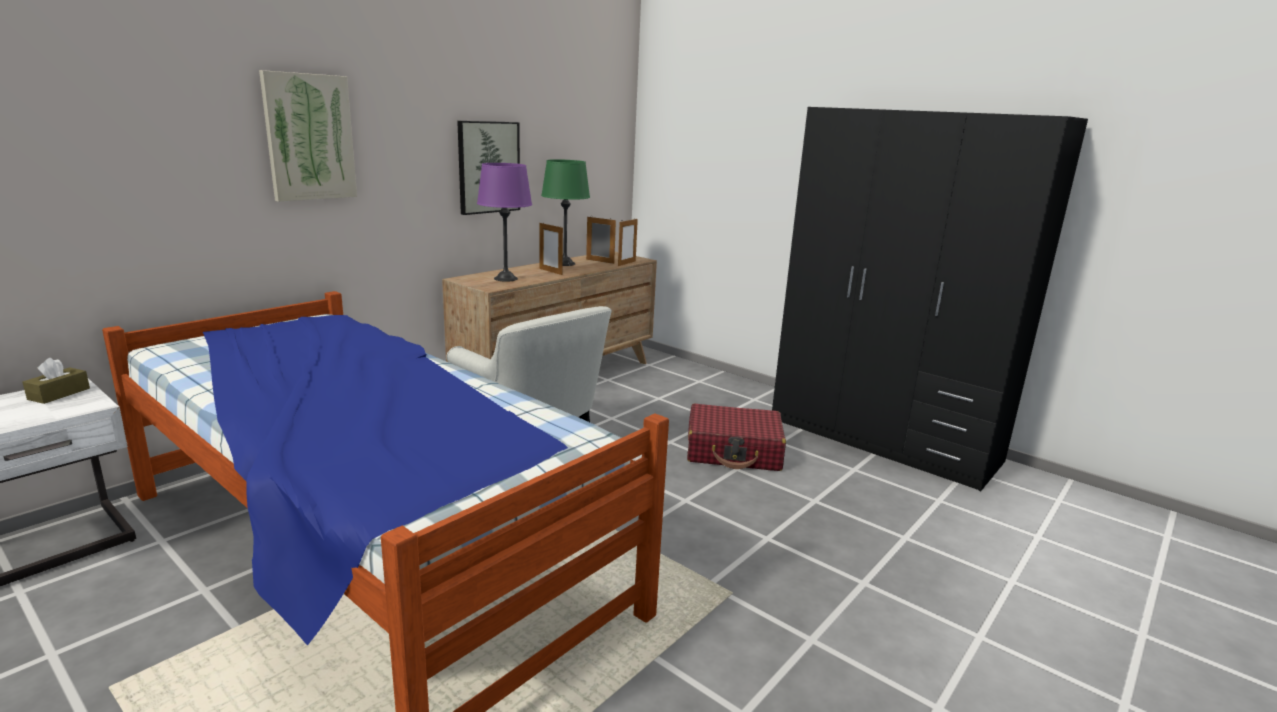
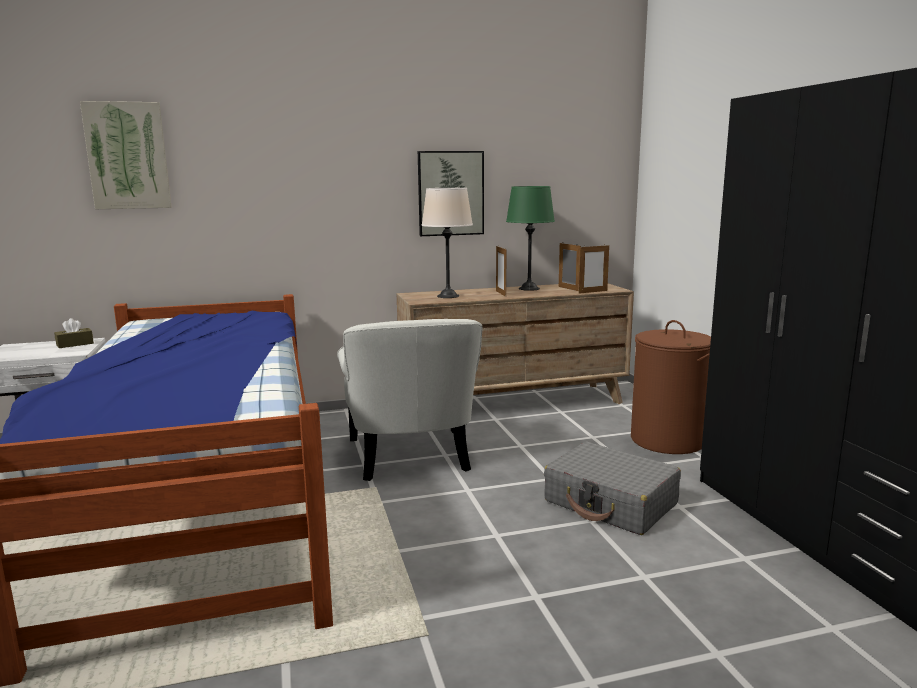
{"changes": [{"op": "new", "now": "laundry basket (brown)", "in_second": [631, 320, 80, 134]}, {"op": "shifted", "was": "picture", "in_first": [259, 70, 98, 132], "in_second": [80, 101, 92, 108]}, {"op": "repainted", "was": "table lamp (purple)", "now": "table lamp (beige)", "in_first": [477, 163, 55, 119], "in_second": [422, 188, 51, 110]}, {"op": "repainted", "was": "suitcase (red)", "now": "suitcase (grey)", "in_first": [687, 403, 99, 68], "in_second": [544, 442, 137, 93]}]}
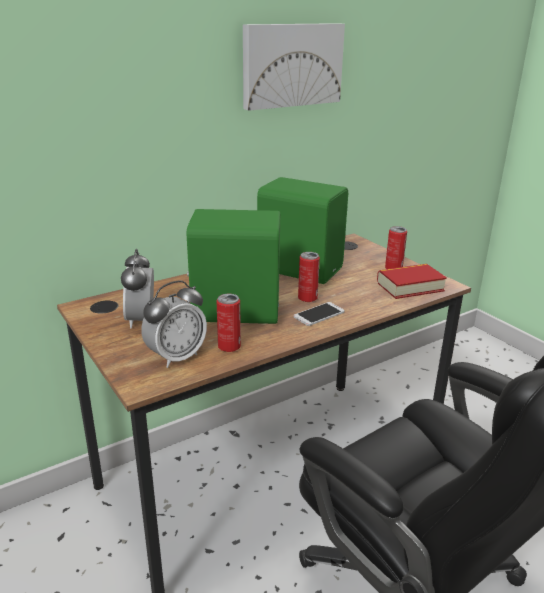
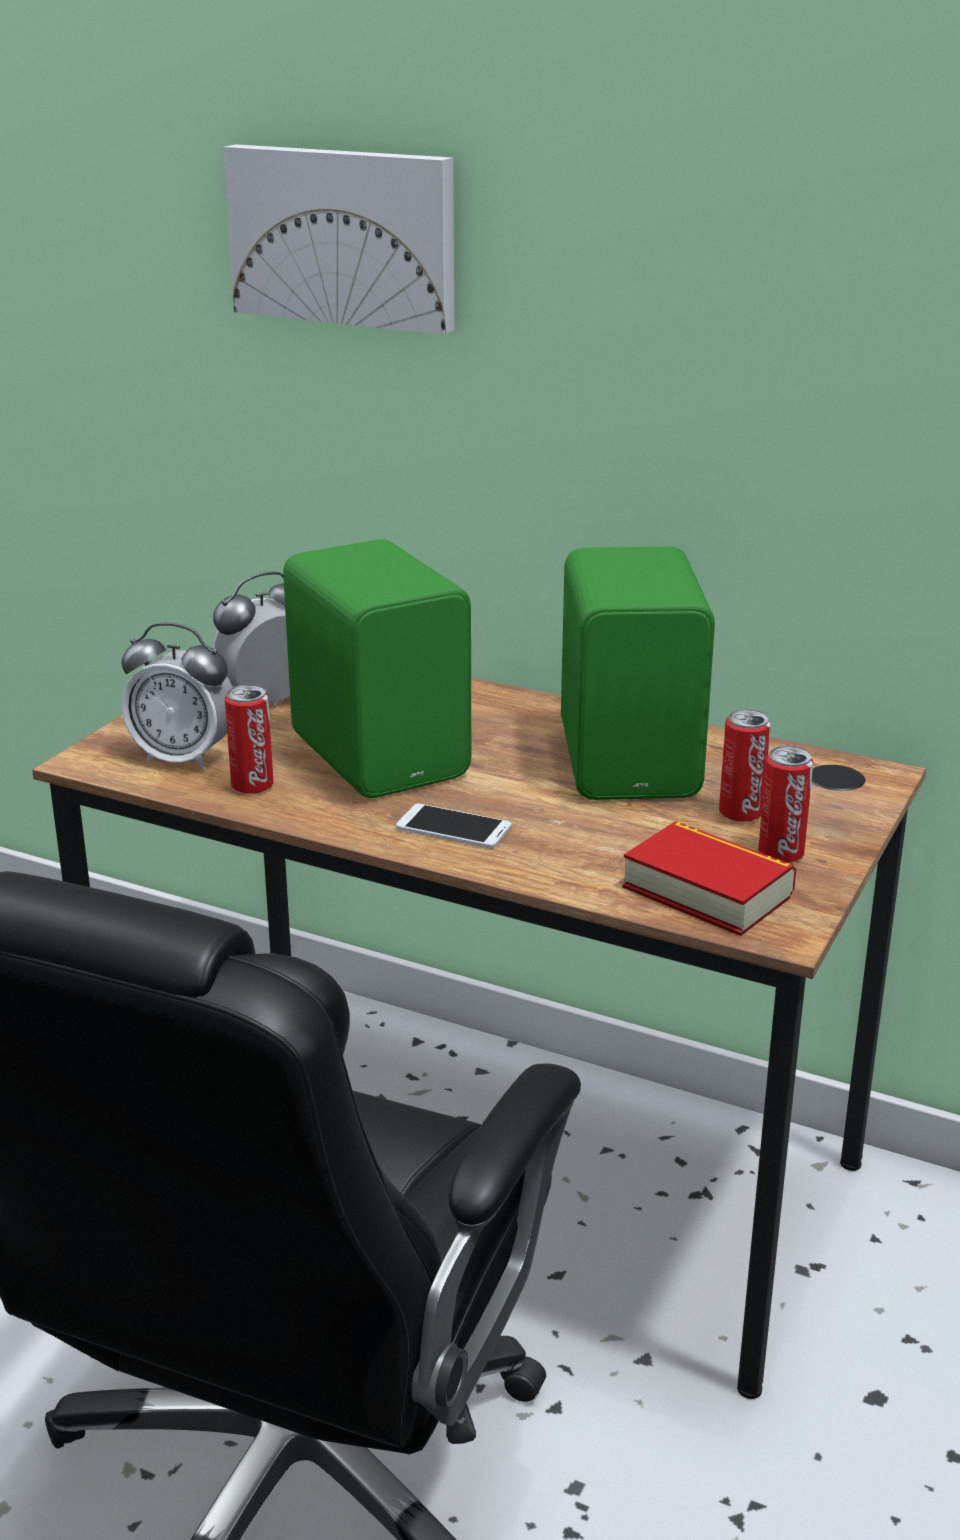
{"changes": [{"op": "shifted", "was": "picture", "in_first": [243, 23, 102, 88], "in_second": [223, 144, 231, 191]}, {"op": "shifted", "was": "can", "in_first": [298, 252, 22, 50], "in_second": [719, 709, 52, 113]}]}
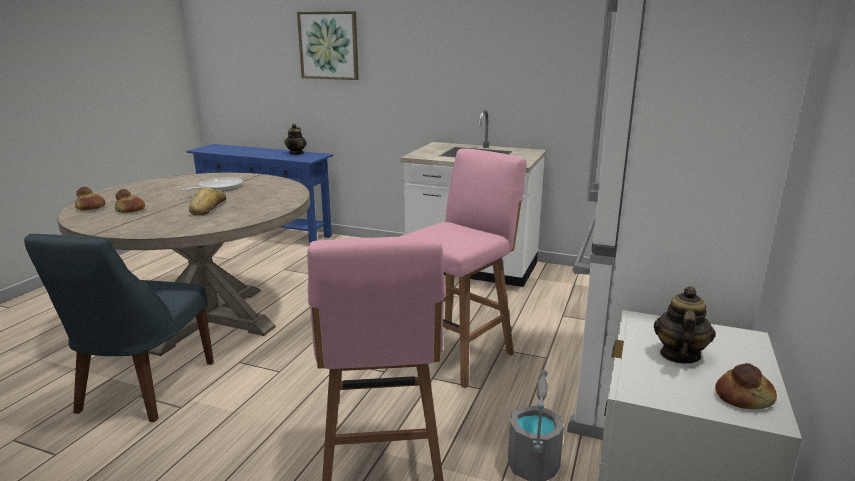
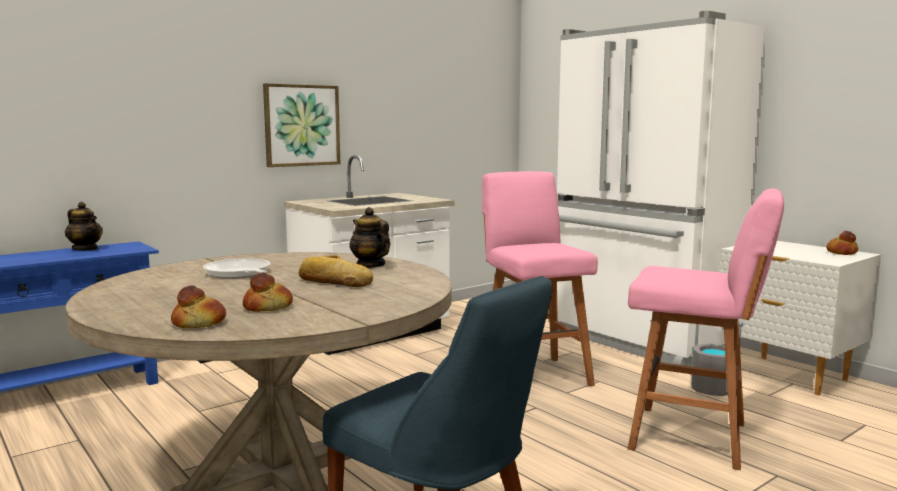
{"changes": [{"op": "shifted", "was": "picture", "in_first": [297, 11, 62, 69], "in_second": [263, 83, 77, 84]}, {"op": "shifted", "was": "teapot", "in_first": [654, 286, 62, 78], "in_second": [350, 207, 40, 61]}]}
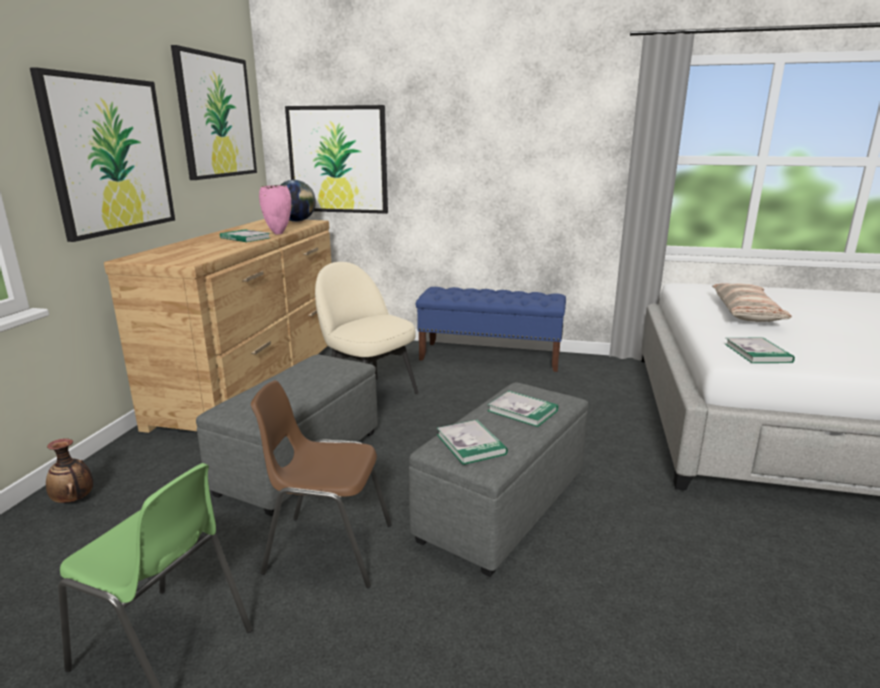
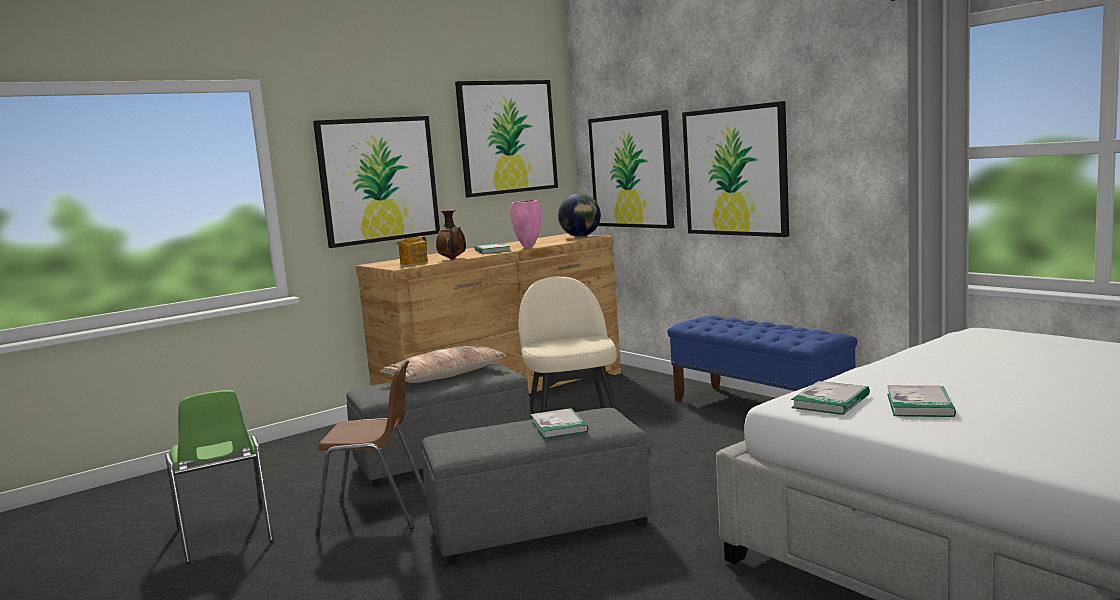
{"changes": [{"op": "new", "now": "teapot", "in_second": [397, 236, 31, 29]}, {"op": "new", "now": "picture", "in_second": [682, 101, 107, 136]}, {"op": "shifted", "was": "vase", "in_first": [46, 438, 47, 65], "in_second": [436, 210, 30, 50]}, {"op": "shifted", "was": "book", "in_first": [437, 420, 71, 45], "in_second": [887, 386, 69, 31]}, {"op": "shifted", "was": "pillow", "in_first": [712, 283, 80, 39], "in_second": [380, 346, 126, 37]}, {"op": "rotated", "was": "chair (brown)", "in_first": [251, 380, 141, 208], "in_second": [315, 360, 111, 176], "clockwise": 135}]}
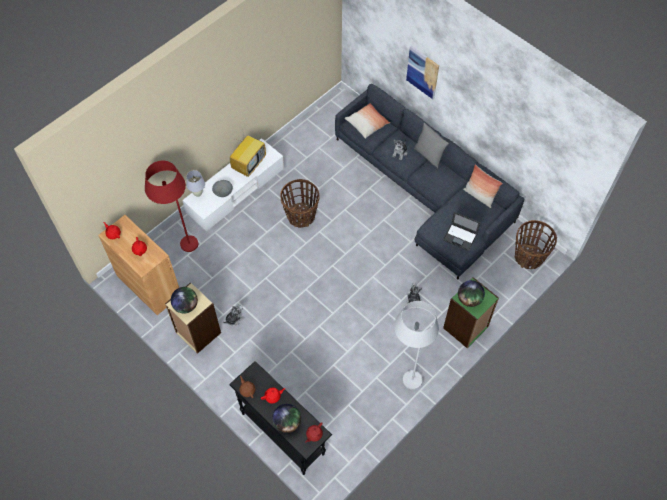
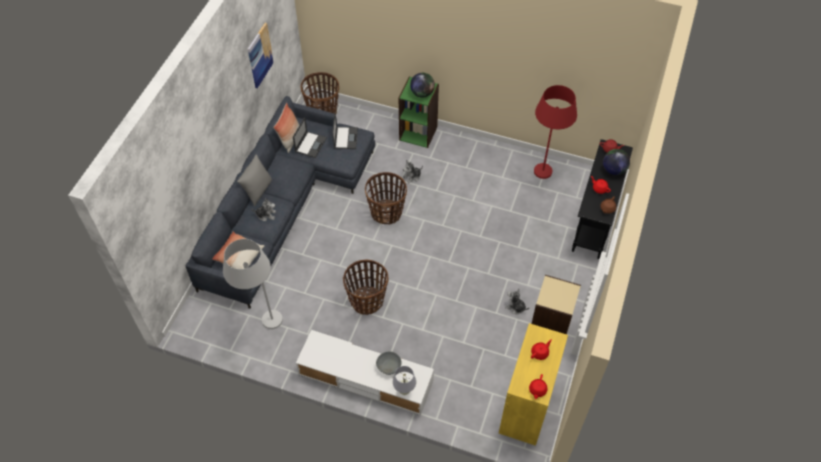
{"changes": [{"op": "gone", "was": "globe", "in_first": [171, 287, 27, 27]}, {"op": "gone", "was": "television", "in_first": [230, 135, 36, 42]}, {"op": "new", "now": "laptop", "in_second": [293, 117, 34, 41]}, {"op": "new", "now": "basket", "in_second": [365, 172, 42, 53]}, {"op": "shifted", "was": "floor lamp (red)", "in_first": [145, 161, 53, 91], "in_second": [534, 85, 43, 94]}, {"op": "shifted", "was": "floor lamp (white)", "in_first": [394, 301, 45, 89], "in_second": [223, 239, 60, 90]}, {"op": "shifted", "was": "picture", "in_first": [406, 46, 33, 53], "in_second": [248, 23, 26, 65]}, {"op": "repainted", "was": "cabinet (brown)", "now": "cabinet (yellow)", "in_first": [98, 215, 81, 100], "in_second": [499, 323, 69, 123]}]}
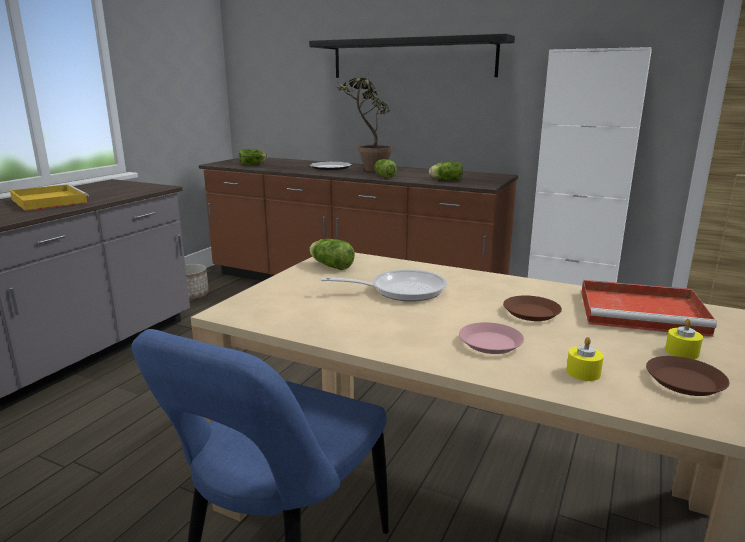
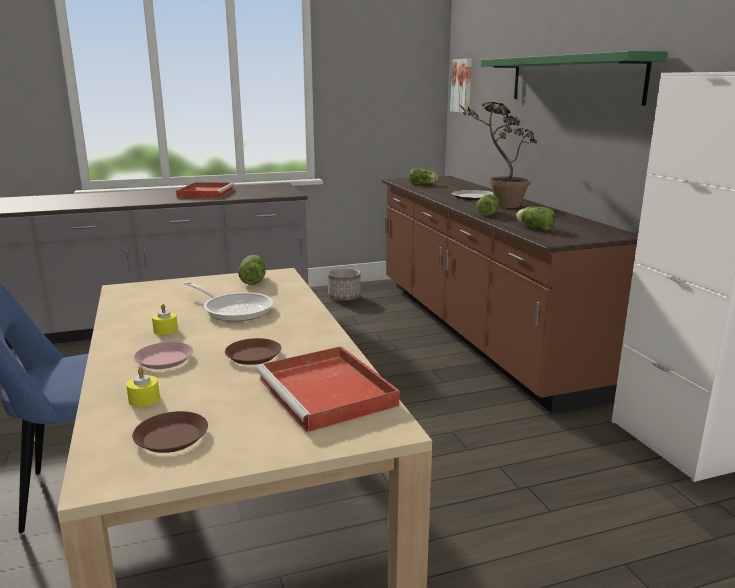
{"changes": [{"op": "new", "now": "picture", "in_second": [450, 59, 22, 54]}, {"op": "shifted", "was": "candle (yellow)", "in_first": [665, 319, 38, 40], "in_second": [152, 304, 26, 31]}, {"op": "repainted", "was": "tray (yellow)", "now": "tray (red)", "in_first": [10, 184, 79, 27], "in_second": [176, 182, 58, 17]}, {"op": "repainted", "was": "shelf (black)", "now": "shelf (green)", "in_first": [309, 34, 206, 44], "in_second": [481, 51, 186, 55]}]}
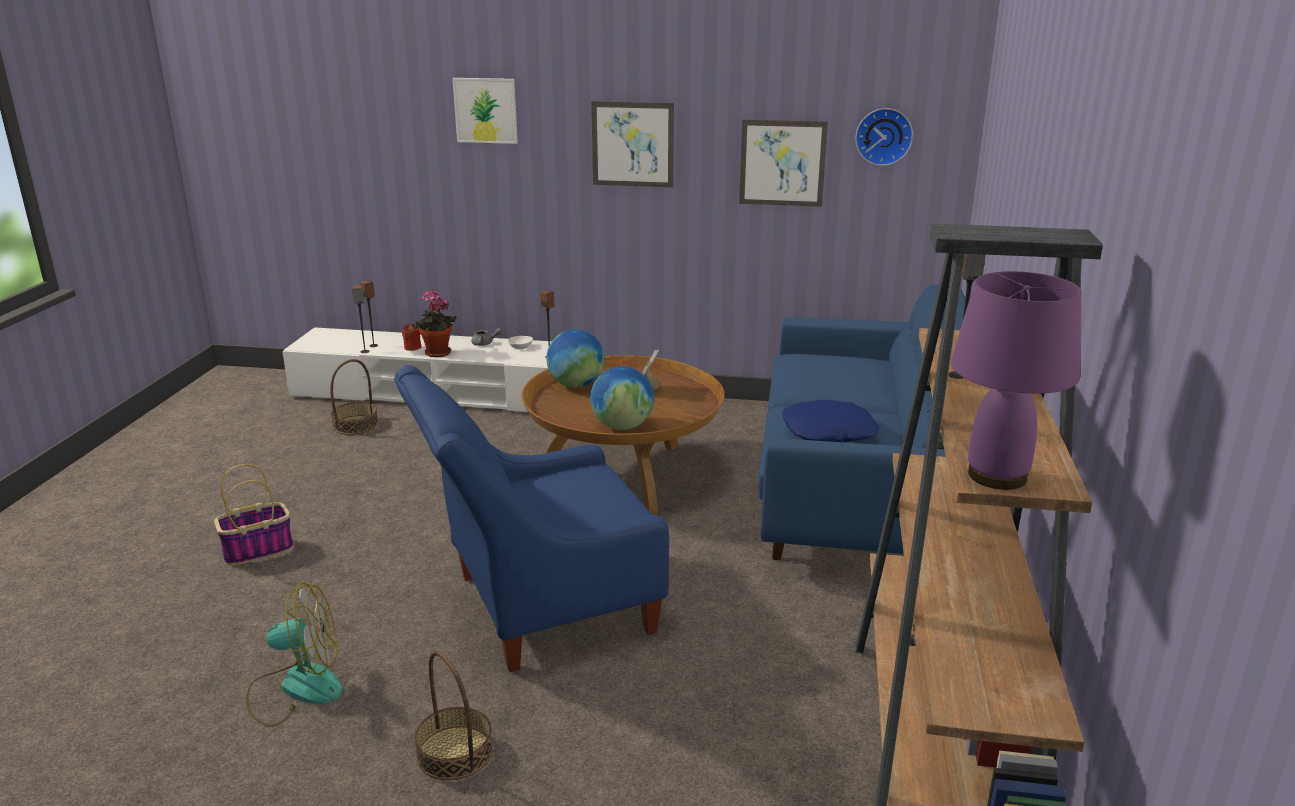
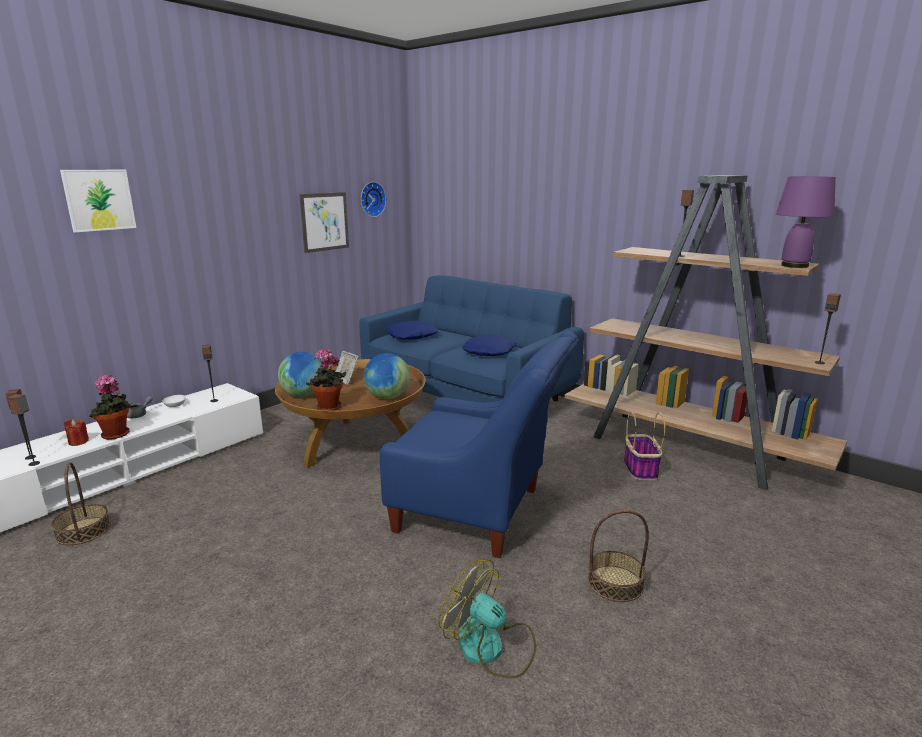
{"changes": [{"op": "gone", "was": "picture", "in_first": [591, 101, 83, 86]}, {"op": "new", "now": "potted plant", "in_second": [306, 349, 40, 62]}, {"op": "new", "now": "pillow (blue)", "in_second": [386, 321, 53, 19]}, {"op": "new", "now": "speaker", "in_second": [815, 293, 26, 71]}, {"op": "shifted", "was": "basket", "in_first": [214, 464, 80, 102], "in_second": [624, 411, 41, 69]}, {"op": "rotated", "was": "fan", "in_first": [246, 583, 97, 144], "in_second": [438, 559, 98, 119], "clockwise": -75}, {"op": "rotated", "was": "armchair (blue)", "in_first": [394, 365, 275, 307], "in_second": [380, 331, 199, 227], "clockwise": -75}]}
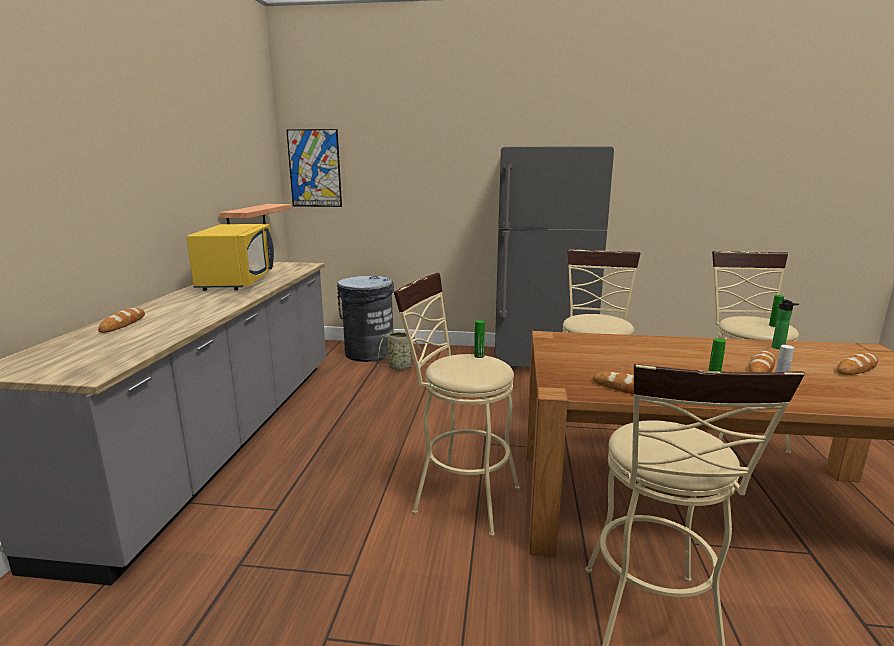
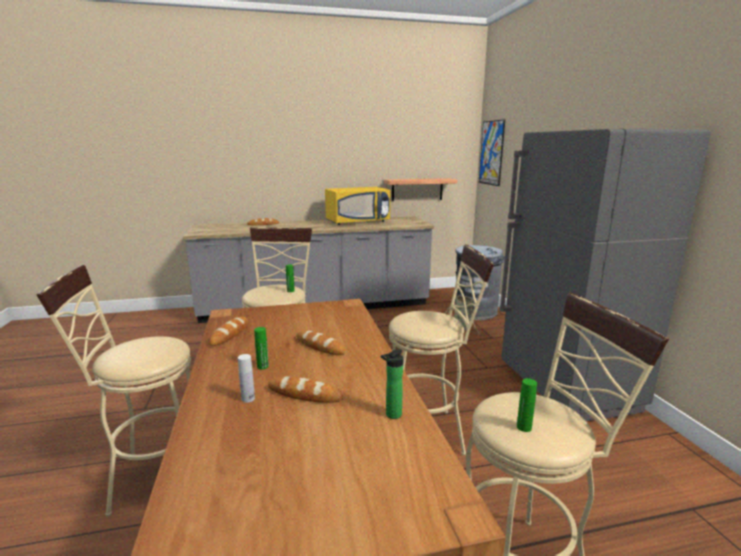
{"changes": [{"op": "shifted", "was": "bread", "in_first": [837, 353, 41, 22], "in_second": [296, 330, 49, 25]}]}
